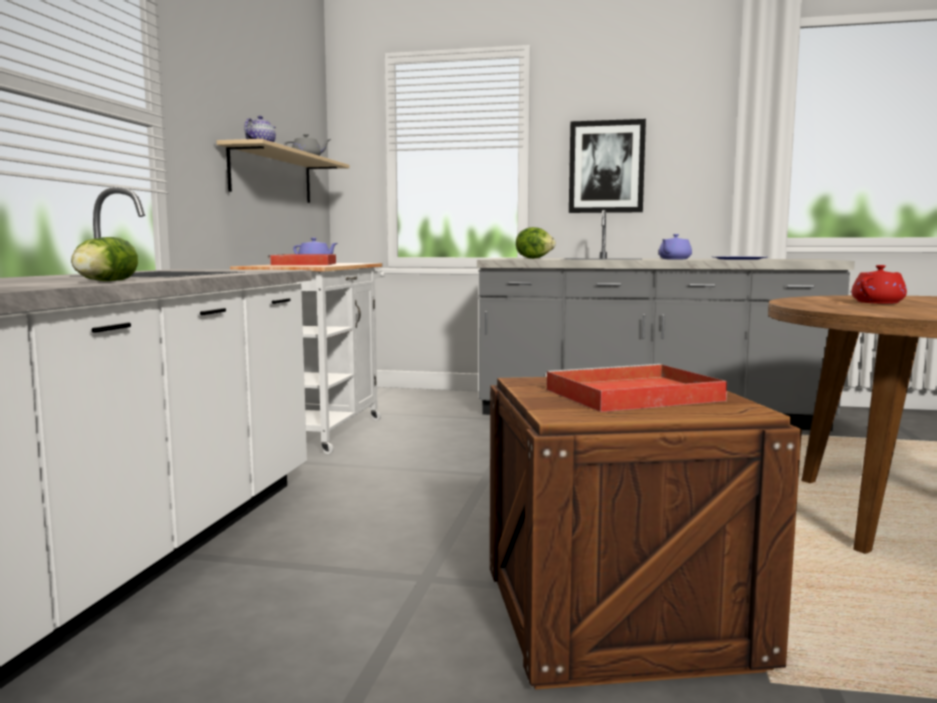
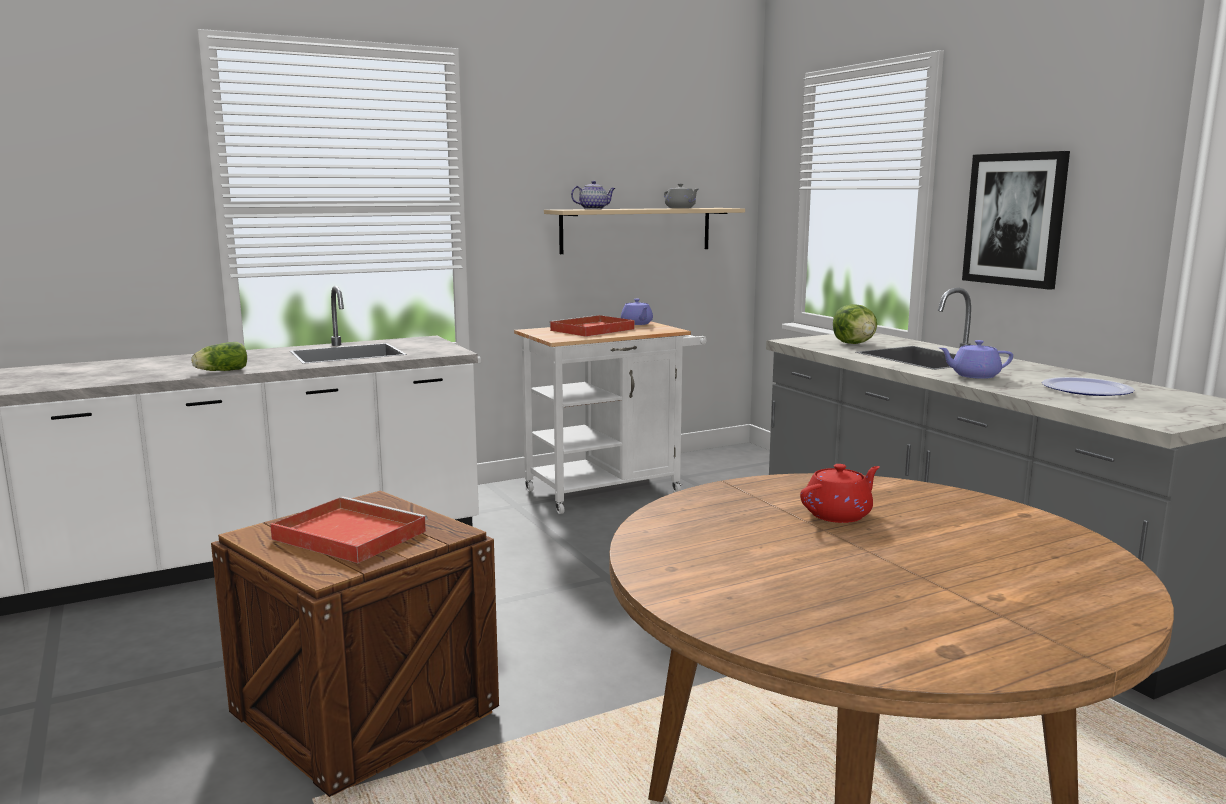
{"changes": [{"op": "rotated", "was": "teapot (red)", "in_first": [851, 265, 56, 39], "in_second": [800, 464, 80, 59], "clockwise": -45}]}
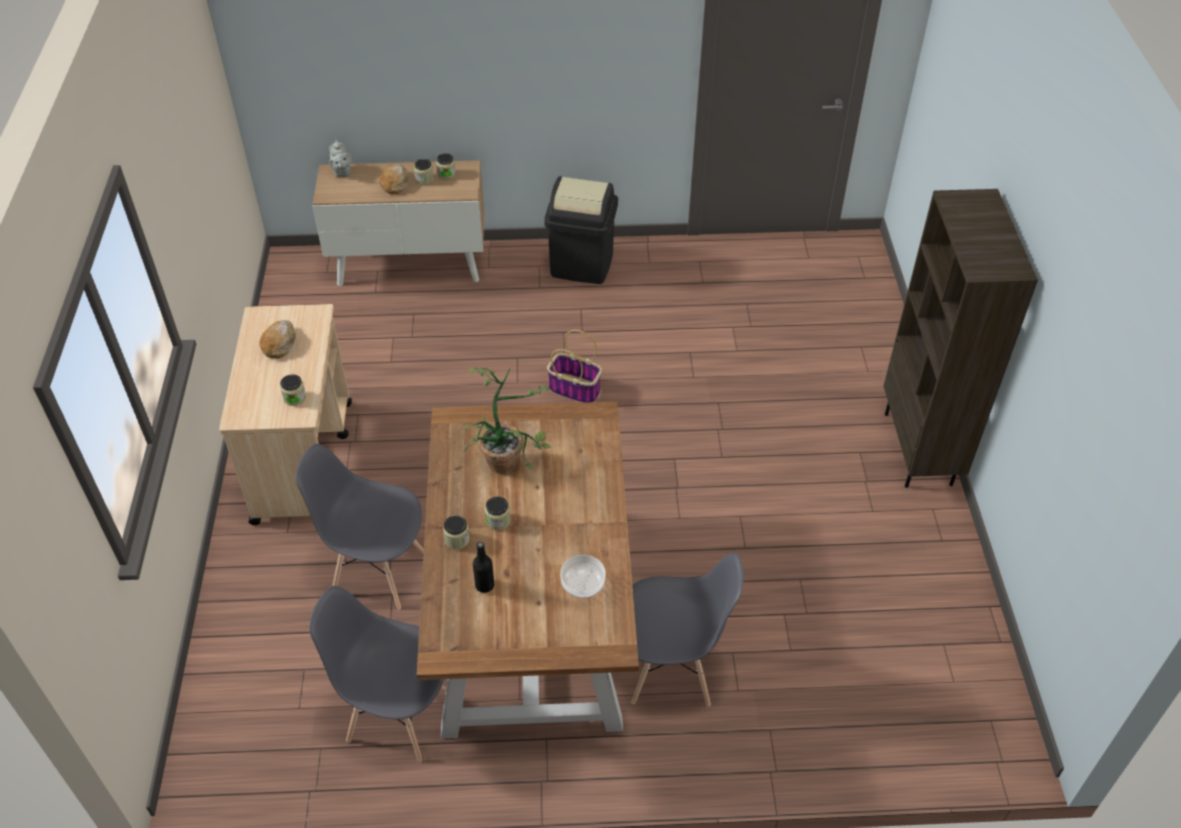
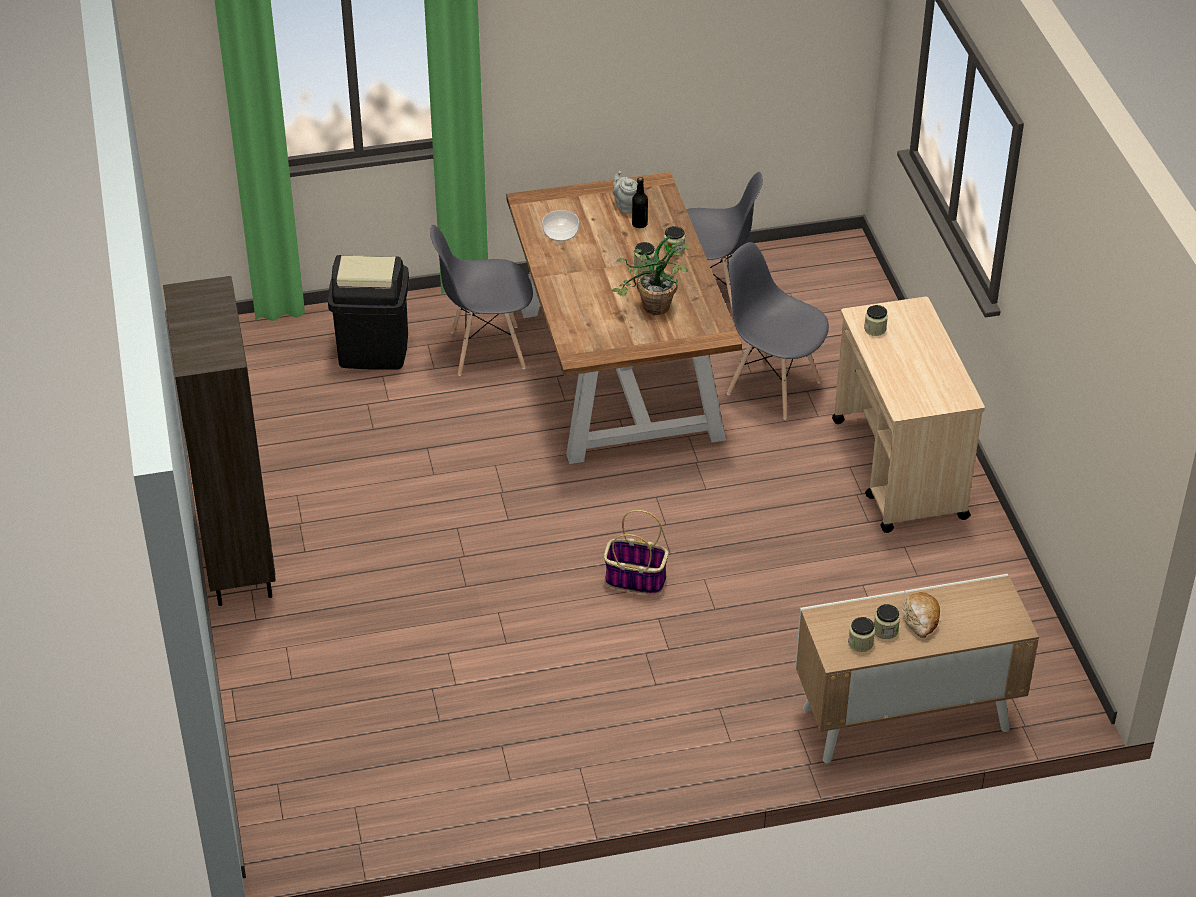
{"changes": [{"op": "gone", "was": "bread", "in_first": [259, 320, 37, 39]}, {"op": "shifted", "was": "teapot (grey)", "in_first": [329, 140, 23, 37], "in_second": [613, 171, 24, 43]}, {"op": "shifted", "was": "trash can (black)", "in_first": [544, 176, 74, 108], "in_second": [328, 255, 81, 115]}, {"op": "rotated", "was": "chair (grey)", "in_first": [296, 444, 128, 165], "in_second": [727, 242, 102, 178], "clockwise": -150}]}
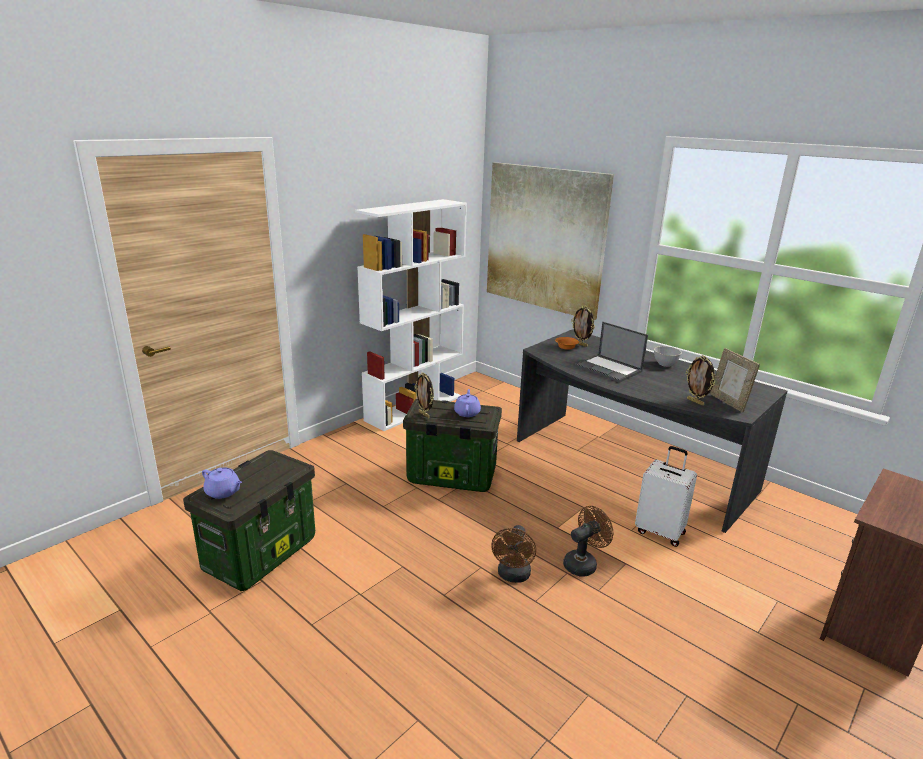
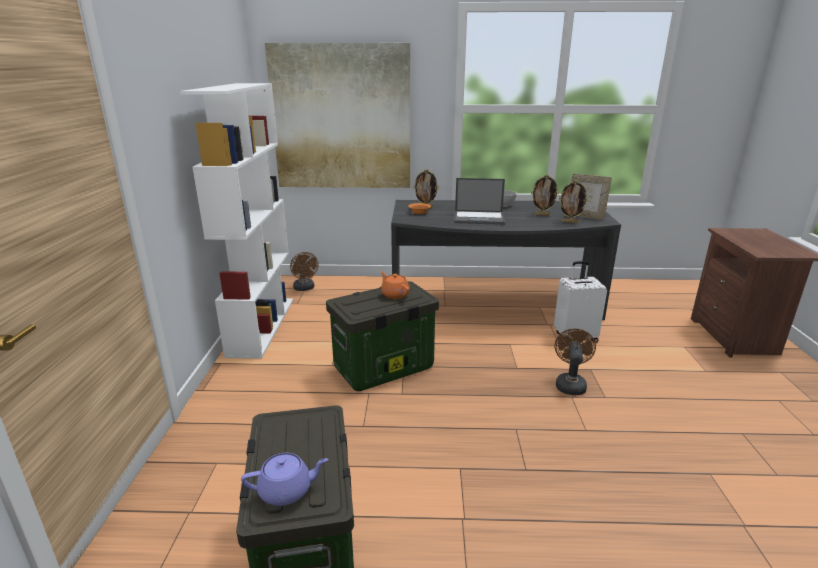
{"changes": [{"op": "shifted", "was": "picture frame", "in_first": [415, 372, 19, 46], "in_second": [531, 174, 28, 42]}, {"op": "shifted", "was": "fan (brown)", "in_first": [491, 525, 45, 58], "in_second": [290, 252, 29, 39]}, {"op": "repainted", "was": "teapot (purple)", "now": "teapot (orange)", "in_first": [454, 389, 27, 28], "in_second": [381, 271, 29, 28]}]}
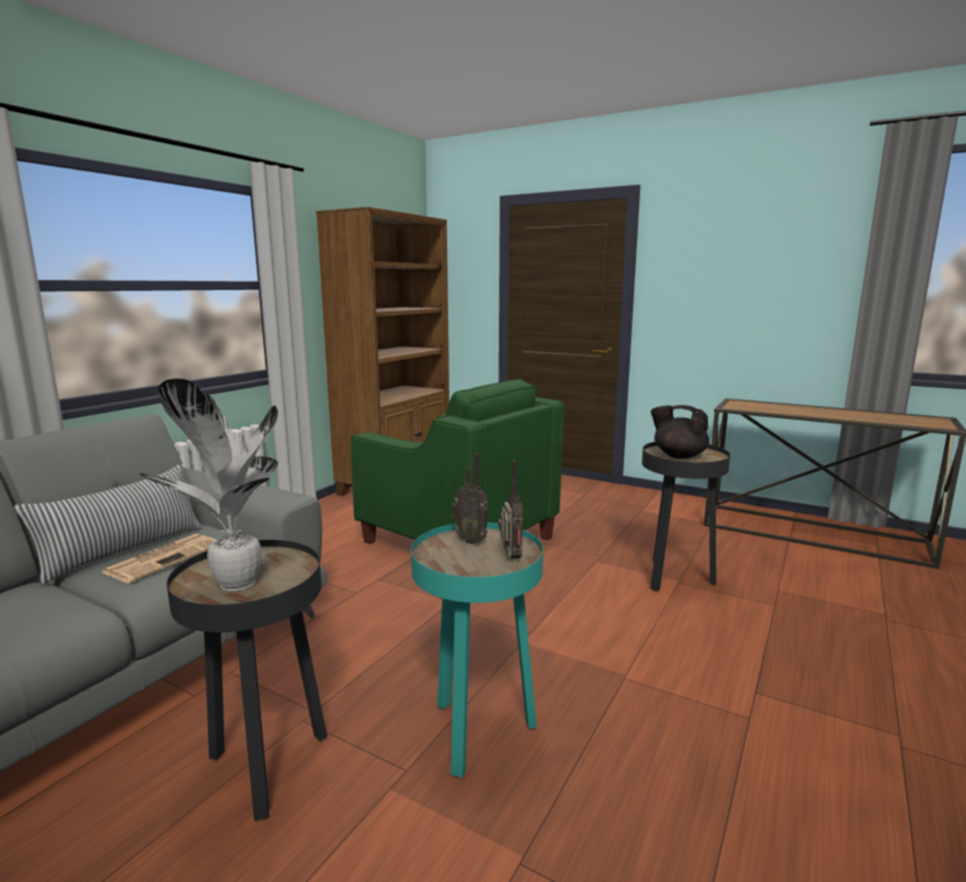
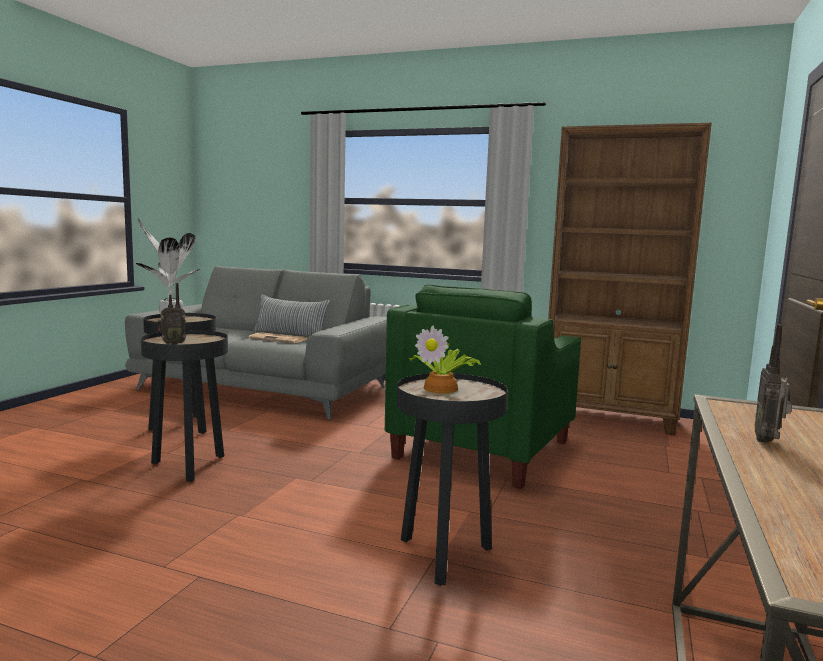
{"changes": [{"op": "shifted", "was": "radio", "in_first": [452, 453, 36, 91], "in_second": [755, 325, 37, 118]}, {"op": "swapped", "was": "teapot (black)", "now": "potted plant", "in_first": [650, 405, 60, 54], "in_second": [408, 325, 73, 68]}, {"op": "repainted", "was": "side table (turquoise)", "now": "side table (black)", "in_first": [411, 522, 132, 256], "in_second": [141, 330, 87, 152]}]}
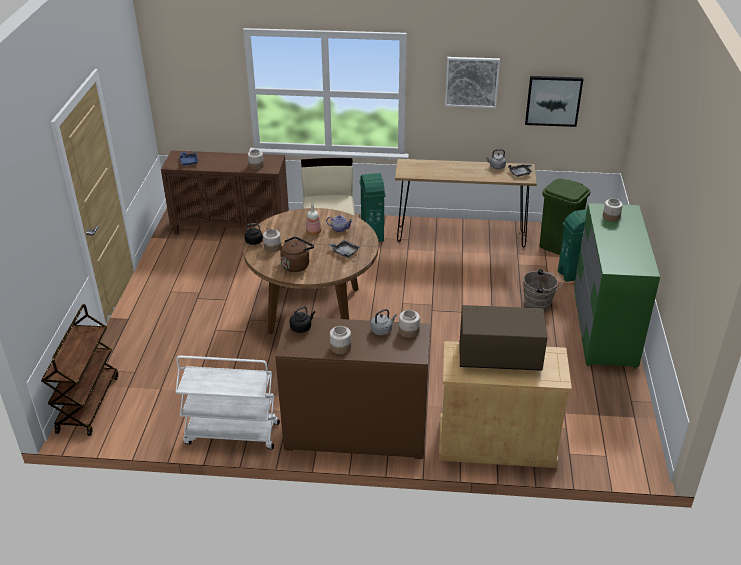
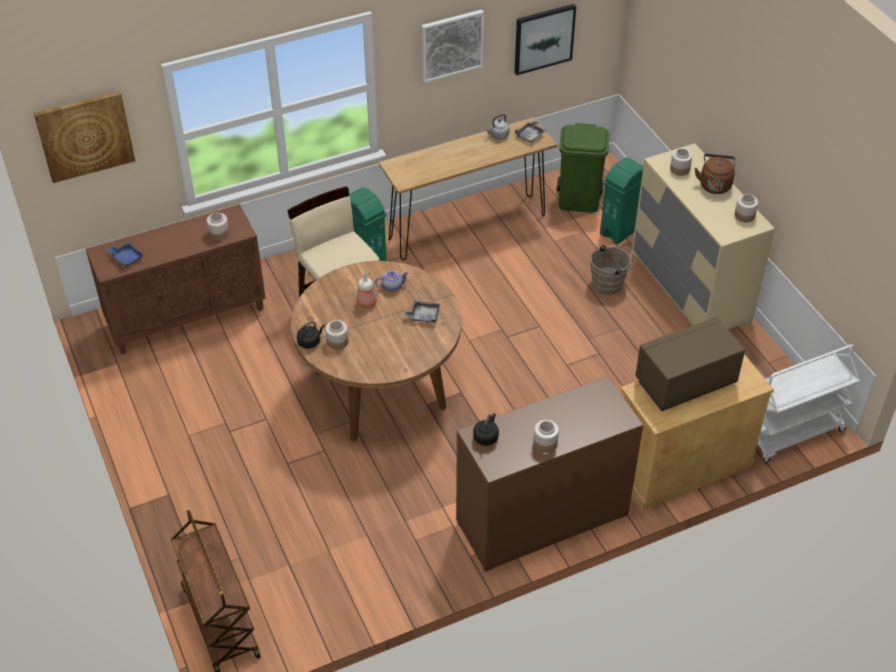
{"changes": [{"op": "gone", "was": "kettle (grey)", "in_first": [371, 309, 26, 26]}, {"op": "new", "now": "picture", "in_second": [34, 91, 101, 92]}, {"op": "shifted", "was": "cart (white)", "in_first": [176, 356, 104, 93], "in_second": [757, 344, 103, 119]}, {"op": "shifted", "was": "kettle (brown)", "in_first": [279, 237, 35, 35], "in_second": [695, 154, 40, 40]}, {"op": "shifted", "was": "jar", "in_first": [399, 310, 21, 28], "in_second": [735, 194, 23, 28]}, {"op": "repainted", "was": "dresser (green)", "now": "dresser (beige)", "in_first": [574, 203, 86, 166], "in_second": [632, 143, 143, 186]}]}
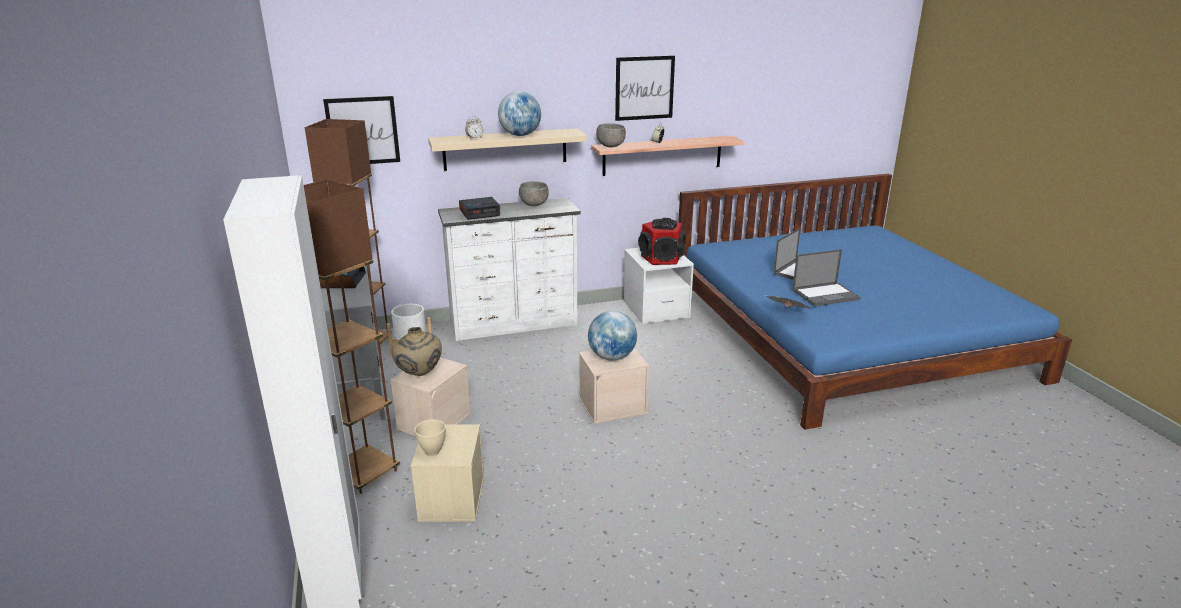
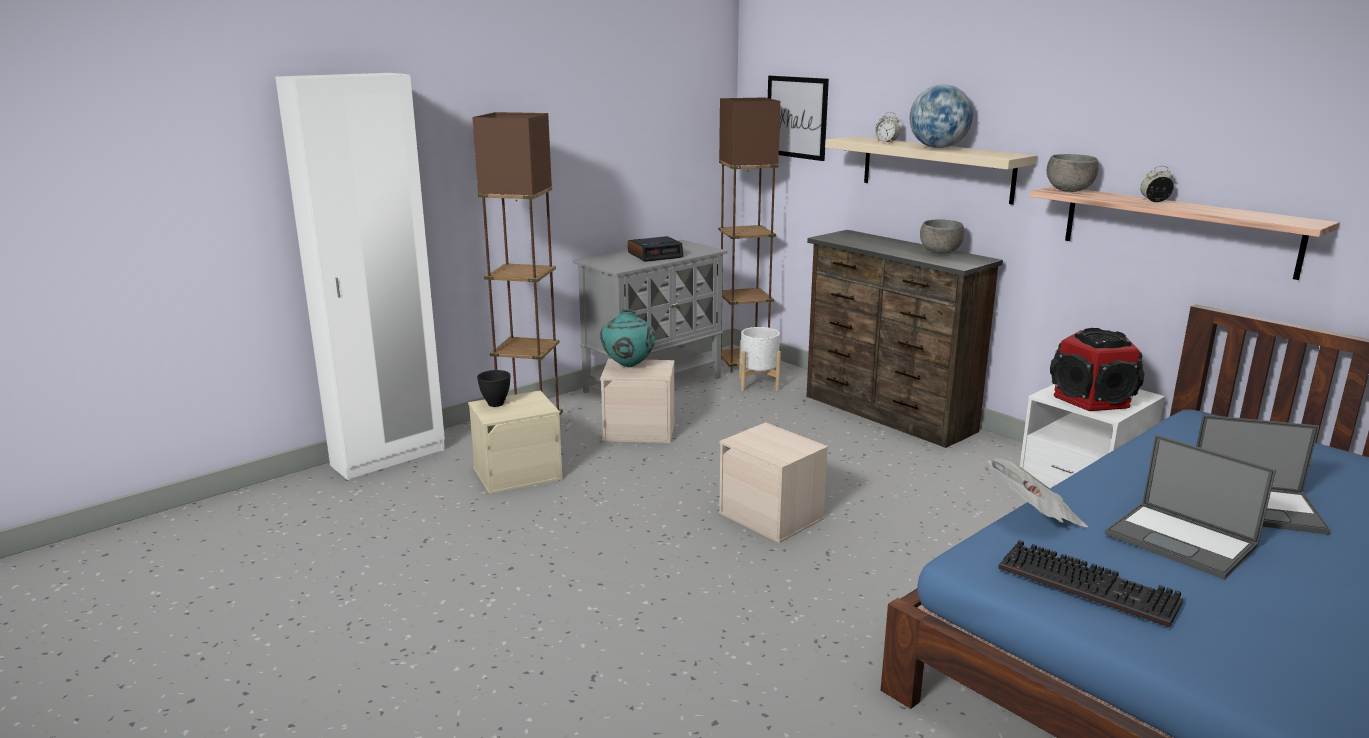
{"changes": [{"op": "gone", "was": "alarm clock", "in_first": [459, 197, 41, 23]}, {"op": "gone", "was": "globe", "in_first": [588, 311, 49, 49]}, {"op": "gone", "was": "picture", "in_first": [615, 55, 60, 66]}, {"op": "new", "now": "keyboard", "in_second": [998, 540, 185, 87]}, {"op": "repainted", "was": "vase (beige)", "now": "vase (turquoise)", "in_first": [392, 327, 50, 49], "in_second": [600, 309, 56, 58]}, {"op": "repainted", "was": "bowl (beige)", "now": "bowl (black)", "in_first": [414, 419, 32, 37], "in_second": [477, 370, 34, 37]}, {"op": "repainted", "was": "dresser (white)", "now": "dresser (brown)", "in_first": [438, 198, 142, 143], "in_second": [806, 230, 197, 218]}]}
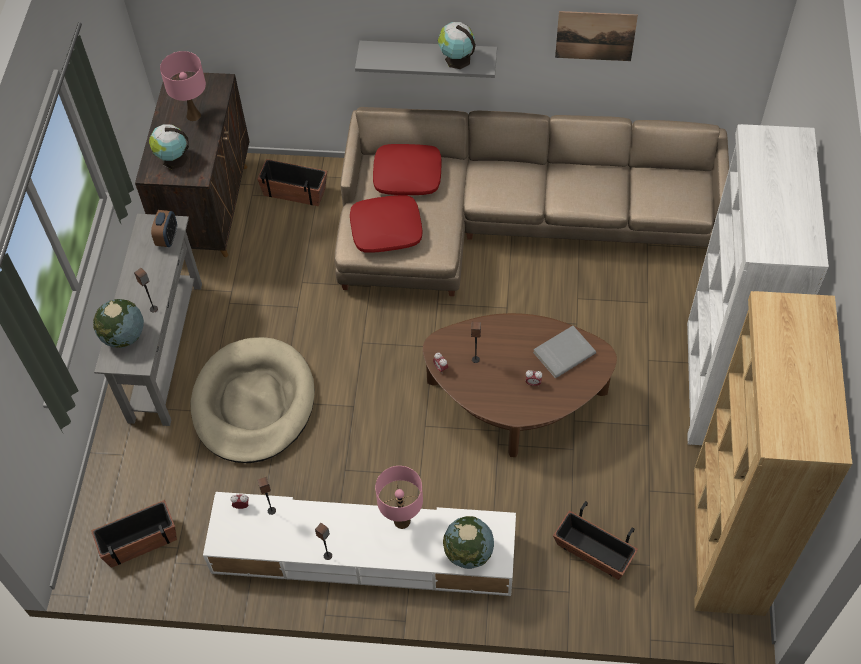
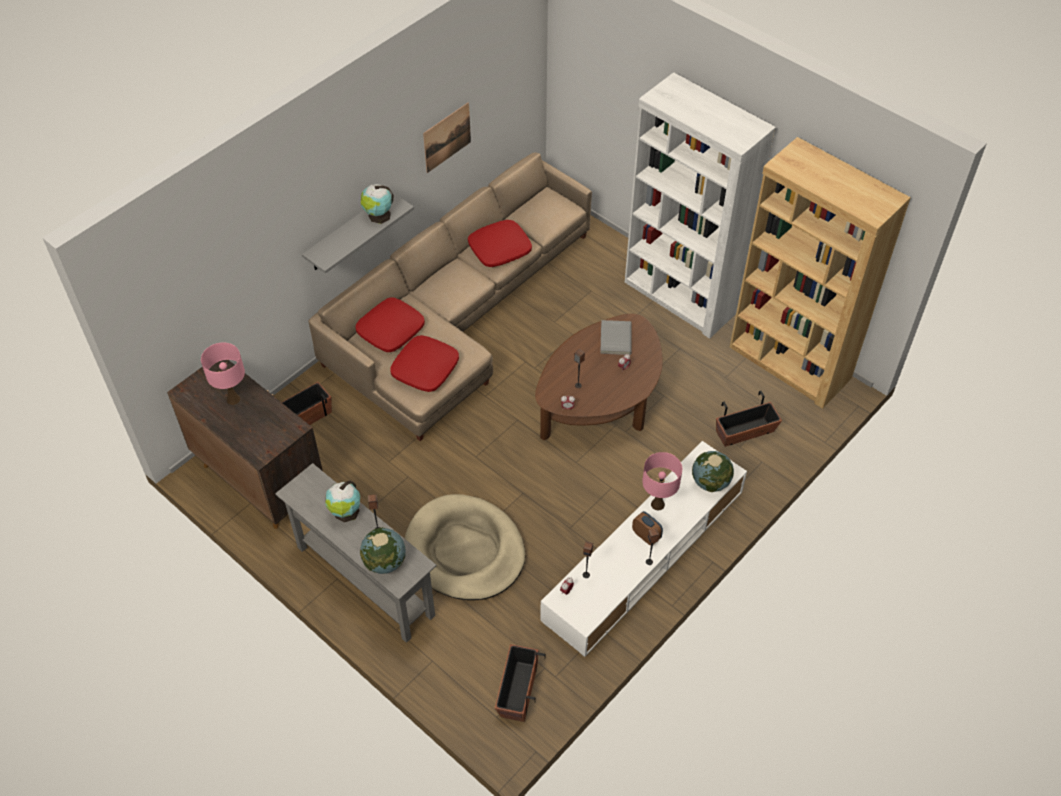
{"changes": [{"op": "new", "now": "pillow (red)", "in_second": [468, 220, 64, 47]}, {"op": "shifted", "was": "globe", "in_first": [149, 124, 40, 45], "in_second": [325, 481, 35, 42]}, {"op": "shifted", "was": "alarm clock", "in_first": [151, 210, 26, 37], "in_second": [632, 511, 31, 34]}]}
